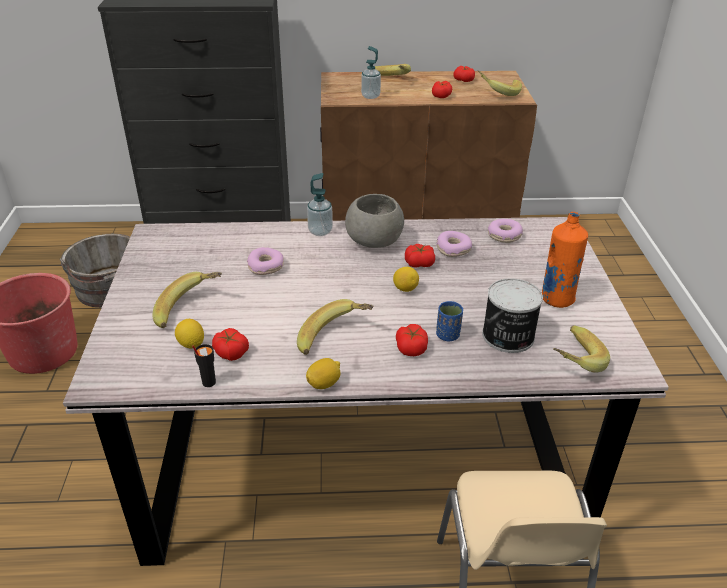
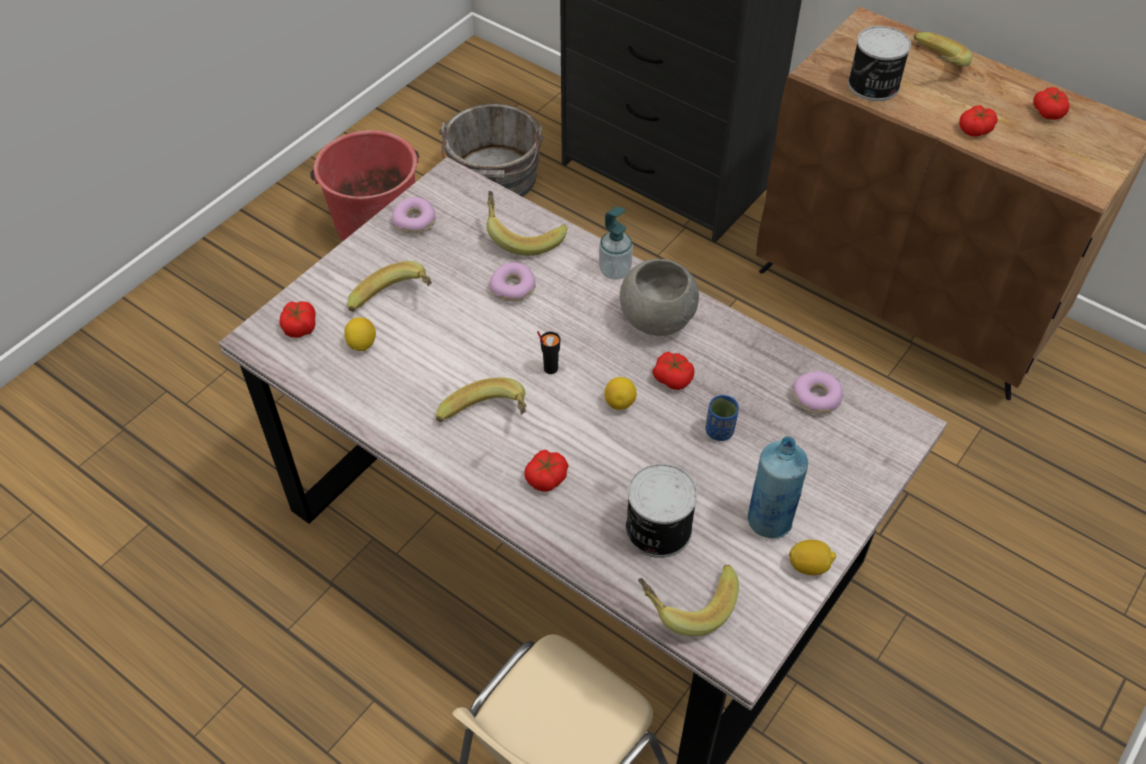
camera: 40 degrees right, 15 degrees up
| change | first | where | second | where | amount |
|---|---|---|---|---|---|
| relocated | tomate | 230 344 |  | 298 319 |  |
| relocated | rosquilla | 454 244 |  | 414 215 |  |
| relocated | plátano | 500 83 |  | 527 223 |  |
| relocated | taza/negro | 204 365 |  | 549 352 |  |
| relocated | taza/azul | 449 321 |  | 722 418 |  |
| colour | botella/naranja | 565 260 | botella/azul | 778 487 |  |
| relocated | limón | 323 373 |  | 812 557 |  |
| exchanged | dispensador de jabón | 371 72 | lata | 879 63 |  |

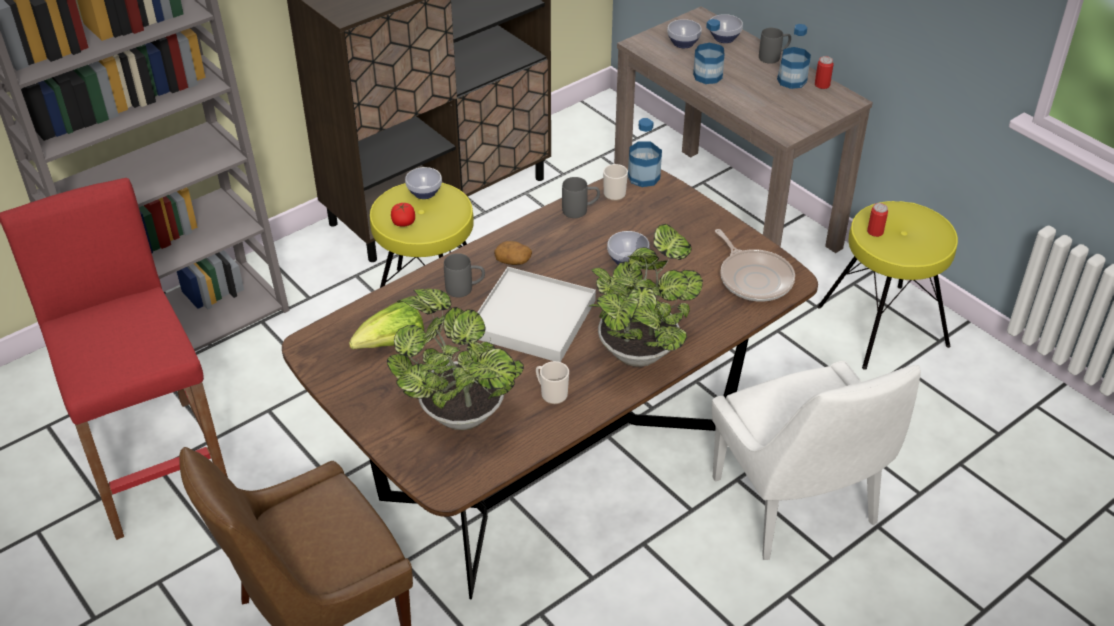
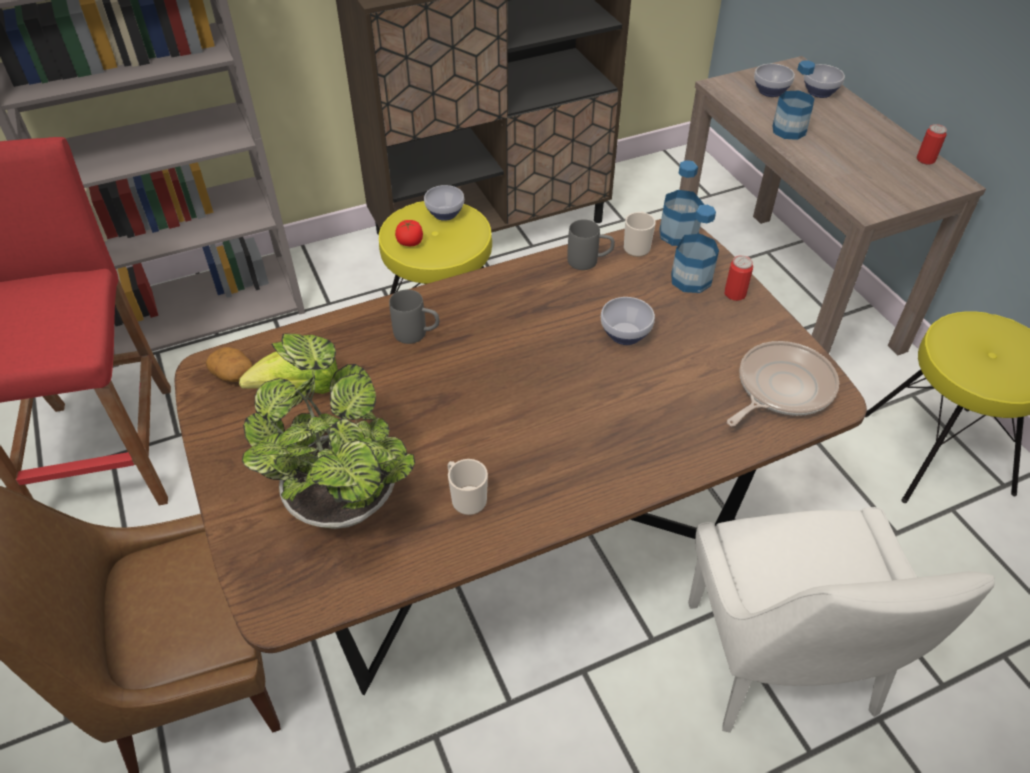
camera: 15 degrees right, 5 degrees up
| change | first | where | second | where | amount |
|---|---|---|---|---|---|
| relocated | patata | 513 253 |  | 229 364 |  |
| relocated | botella | 794 56 |  | 695 249 |  |
| relocated | lata | 877 220 |  | 738 278 |  |
| spun | sartén | 755 265 |  | 783 383 | 120 degrees counterclockwise |
| missing | bandeja/blanco | 536 314 |  |  |  |
| missing | planta en maceta | 646 295 |  |  |  |
| missing | taza grande/gris | 775 46 |  |  |  |

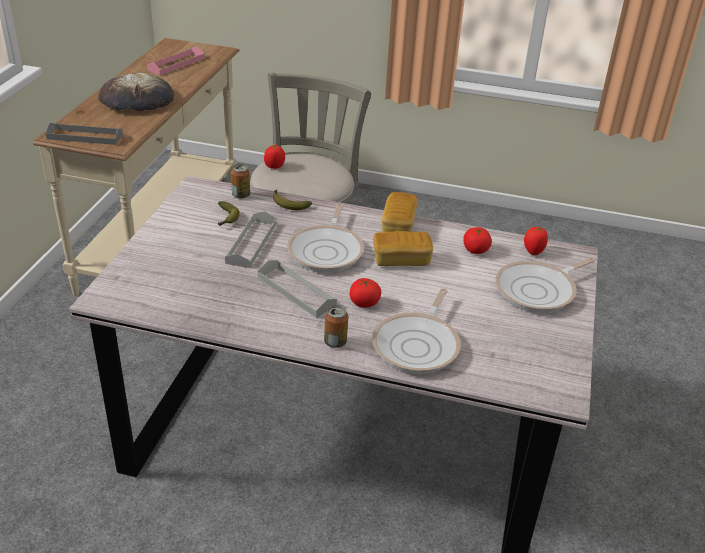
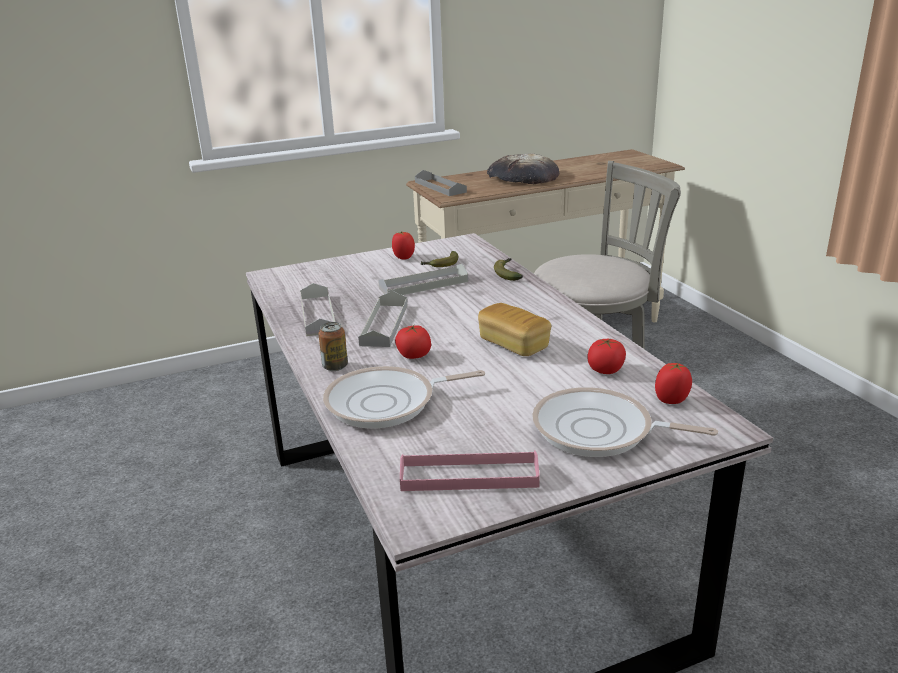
camera: 55 degrees right, 10 degrees down
| change | first | where | second | where | amount |
|---|---|---|---|---|---|
| appeared |  |  | bandeja/gris | 317 309 |  |
| relocated | tomate | 274 157 |  | 403 245 |  |
| relocated | bandeja/rosa | 176 60 |  | 470 471 |  |
| missing | lata | 240 181 |  |  |  |
| missing | sartén | 325 238 |  |  |  |
| missing | pan | 400 212 |  |  |  |

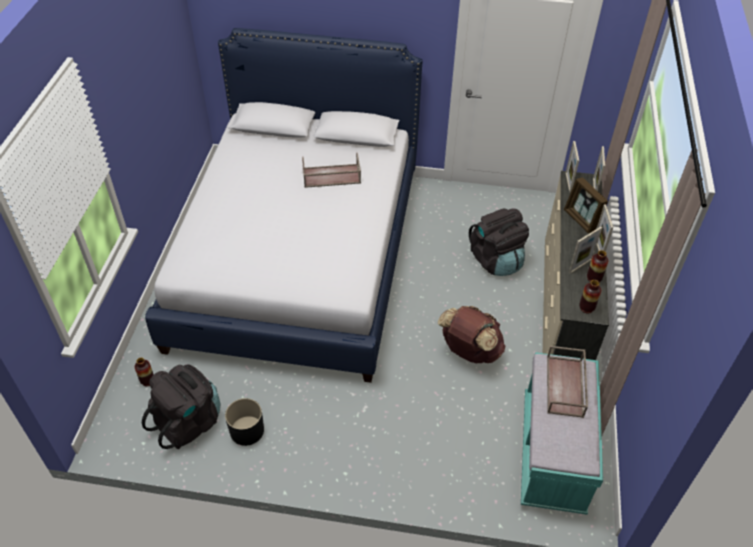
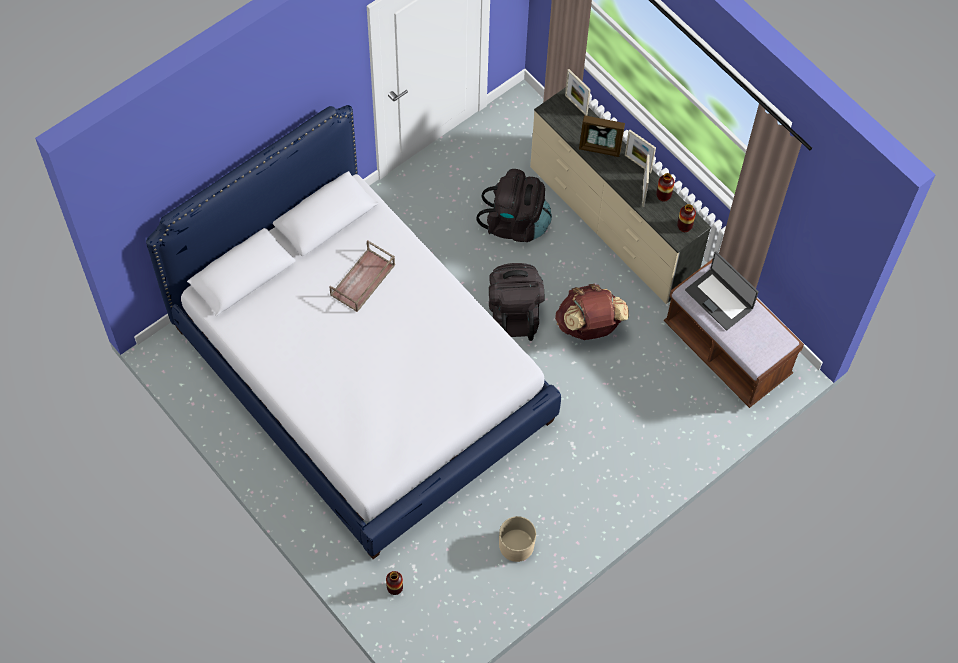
camera: 50 degrees left, 15 degrees up
| change | first | where | second | where | amount |
|---|---|---|---|---|---|
| relocated | mochila/negro | 181 407 |  | 516 302 |  |
| colour | maceta/negro | 244 422 | maceta/beis | 517 539 |  |
| colour | banco/turquesa | 562 433 | banco/marrón | 734 333 |  |
| exchanged | bandeja/marrón | 567 382 | portátil | 721 291 |  |
| missing | portarretratos | 572 166 |  |  |  |

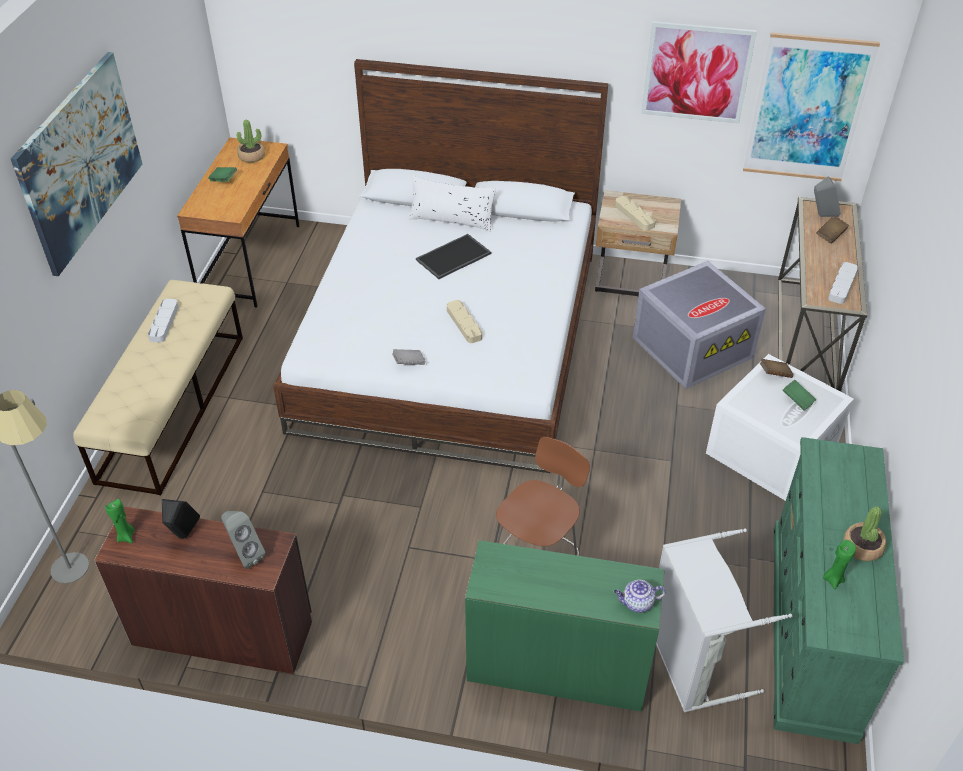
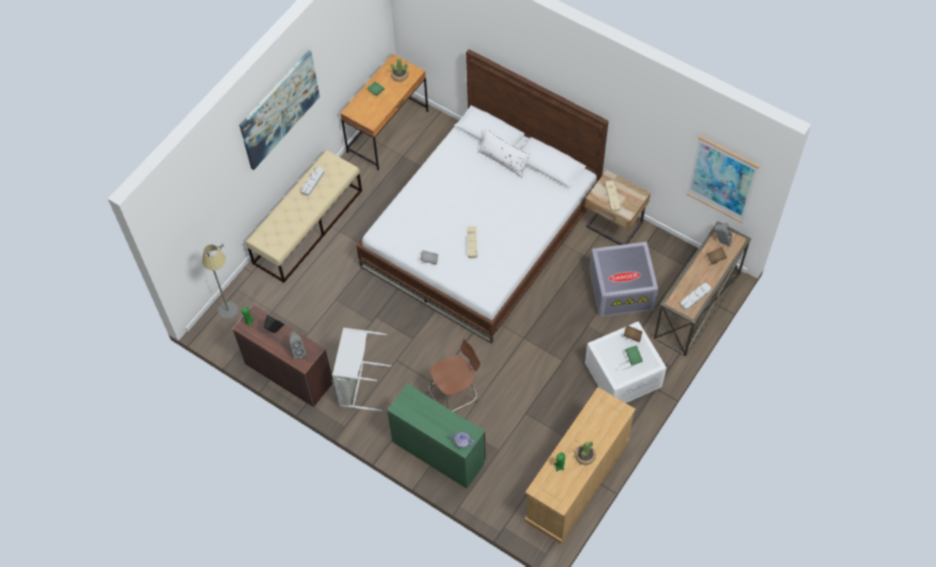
camera: 25 degrees right, 15 degrees up
| change | first | where | second | where | amount |
|---|---|---|---|---|---|
| relocated | cesto de la ropa/gris | 724 620 |  | 361 369 |  |
| colour | cómoda/verde | 838 590 | cómoda/beis | 580 465 |  |
| missing | bandeja | 453 256 |  |  |  |
| missing | cuadro | 699 72 |  |  |  |

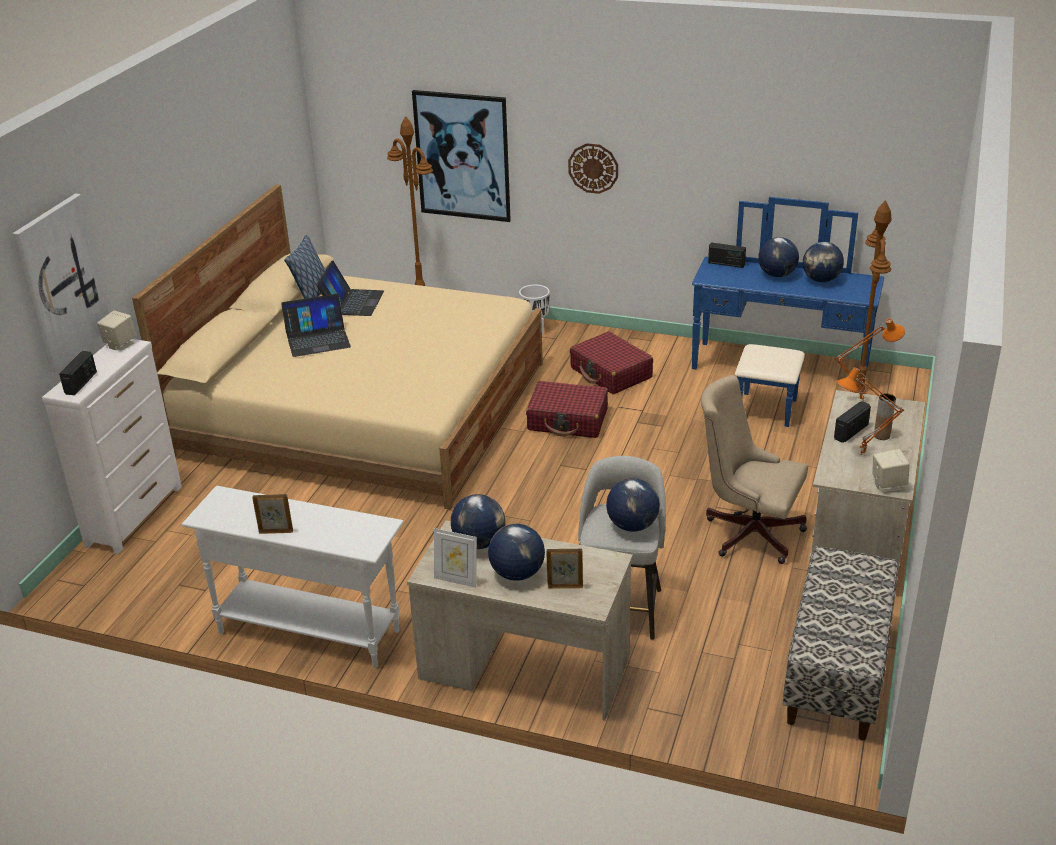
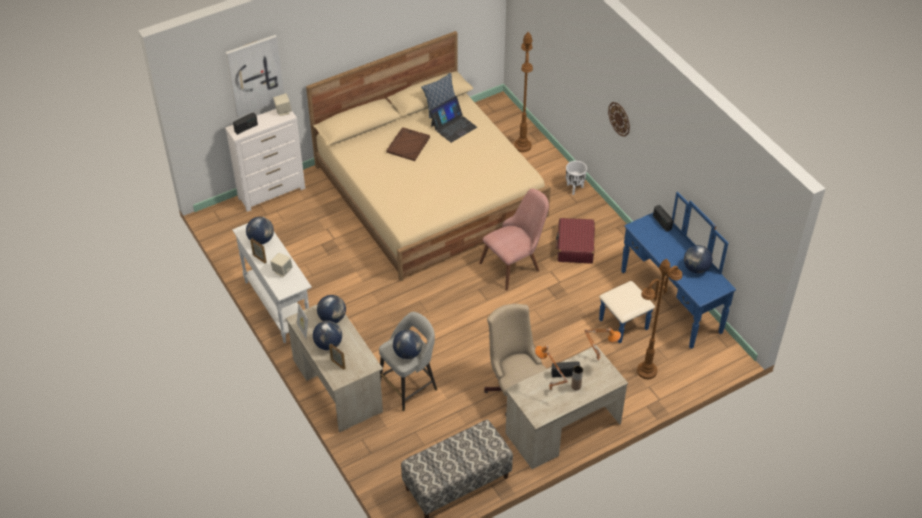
camera: 40 degrees right, 15 degrees up
| change | first | where | second | where | amount |
|---|---|---|---|---|---|
| relocated | globo terráqueo | 778 257 |  | 260 230 |  |
| relocated | altavoz/beis | 891 471 |  | 281 265 |  |
| exchanged | portátil | 316 325 | bandeja/marrón | 408 144 |  |
| exchanged | maleta/rojo | 567 409 | silla/rosa | 514 239 |  |
| missing | cuadro | 461 156 |  |  |  |

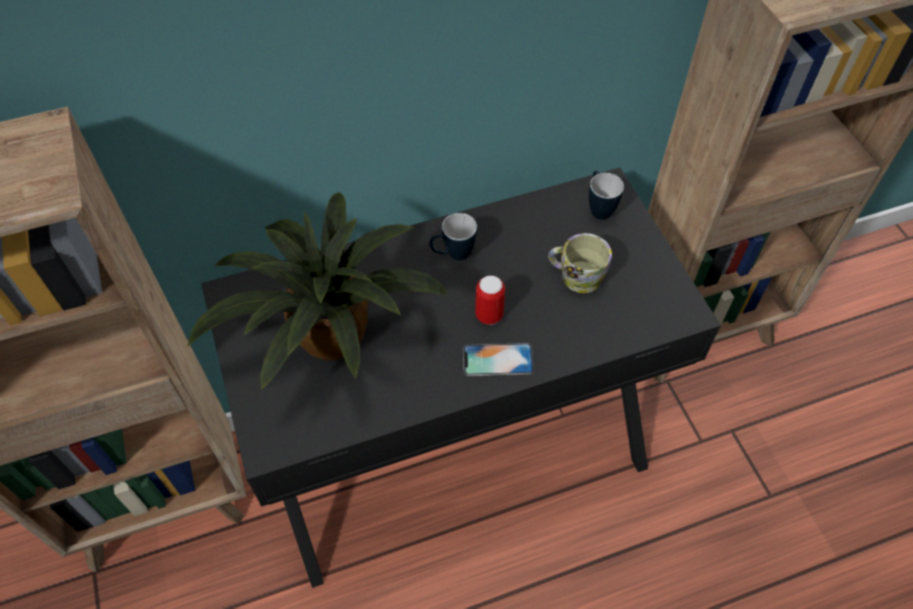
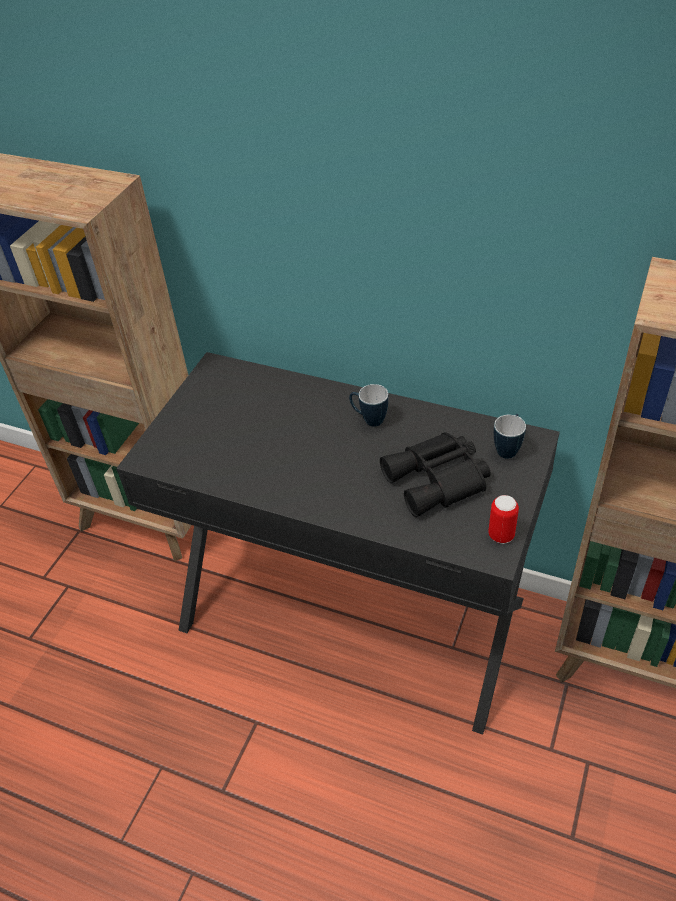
camera: 45 degrees right, 10 degrees down
| change | first | where | second | where | amount |
|---|---|---|---|---|---|
| exchanged | taza grande | 580 263 | prismáticos/negro | 435 474 |  |
| relocated | lata | 490 300 |  | 503 519 |  |
| missing | planta en maceta | 317 291 |  |  |  |
| missing | móvil | 498 359 |  |  |  |

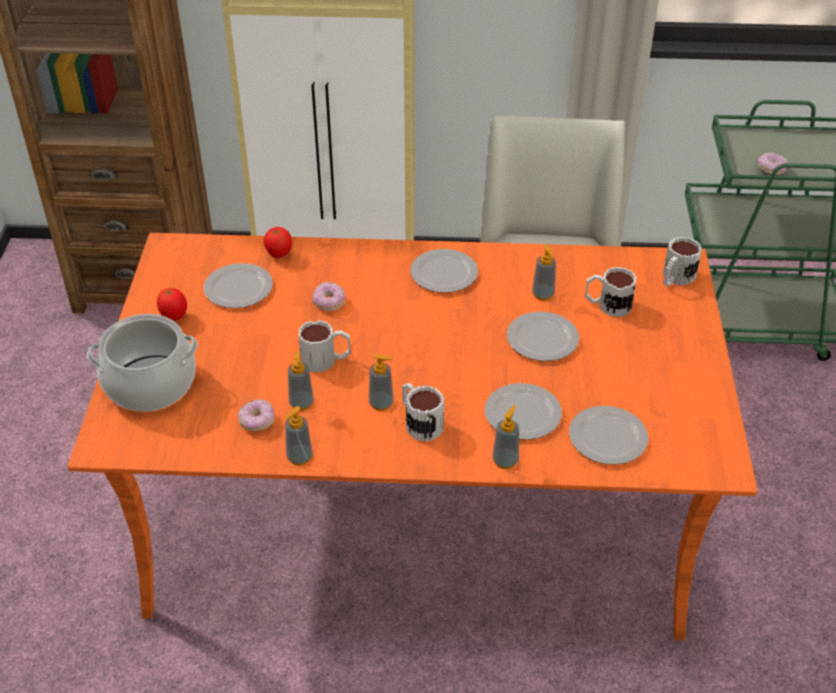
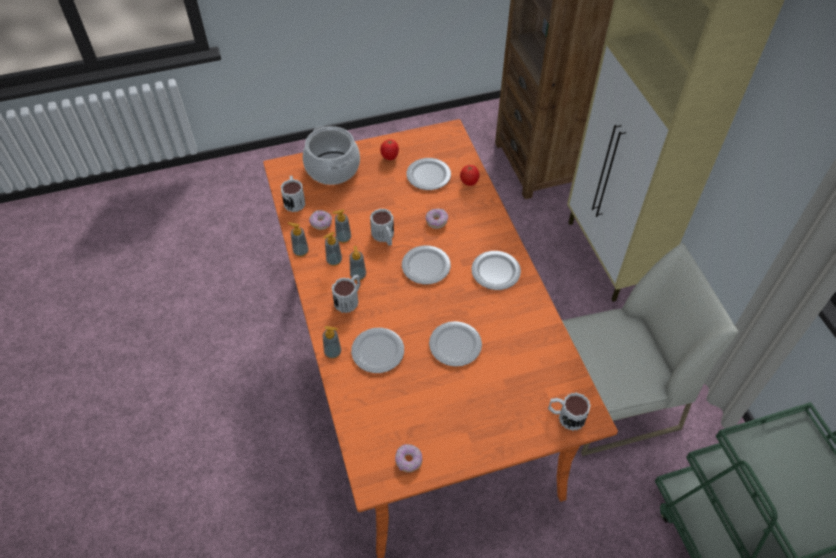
camera: 70 degrees right, 10 degrees up
| change | first | where | second | where | amount |
|---|---|---|---|---|---|
| relocated | taza grande | 610 292 |  | 293 194 |  |
| relocated | dispensador de jabón | 544 273 |  | 332 249 |  |
| relocated | rosquilla | 773 163 |  | 408 458 |  |
| relocated | plato | 608 435 |  | 426 264 |  |

